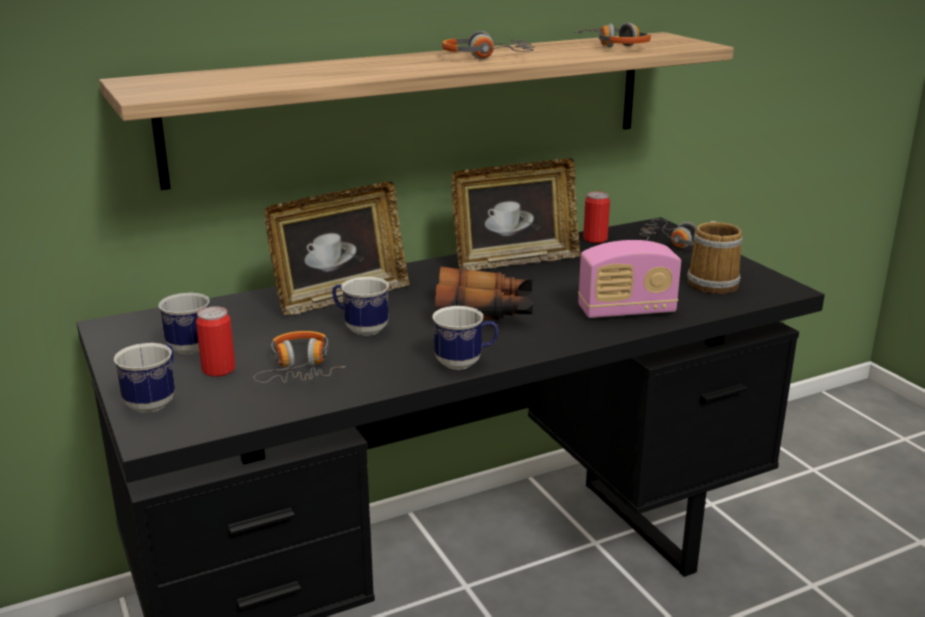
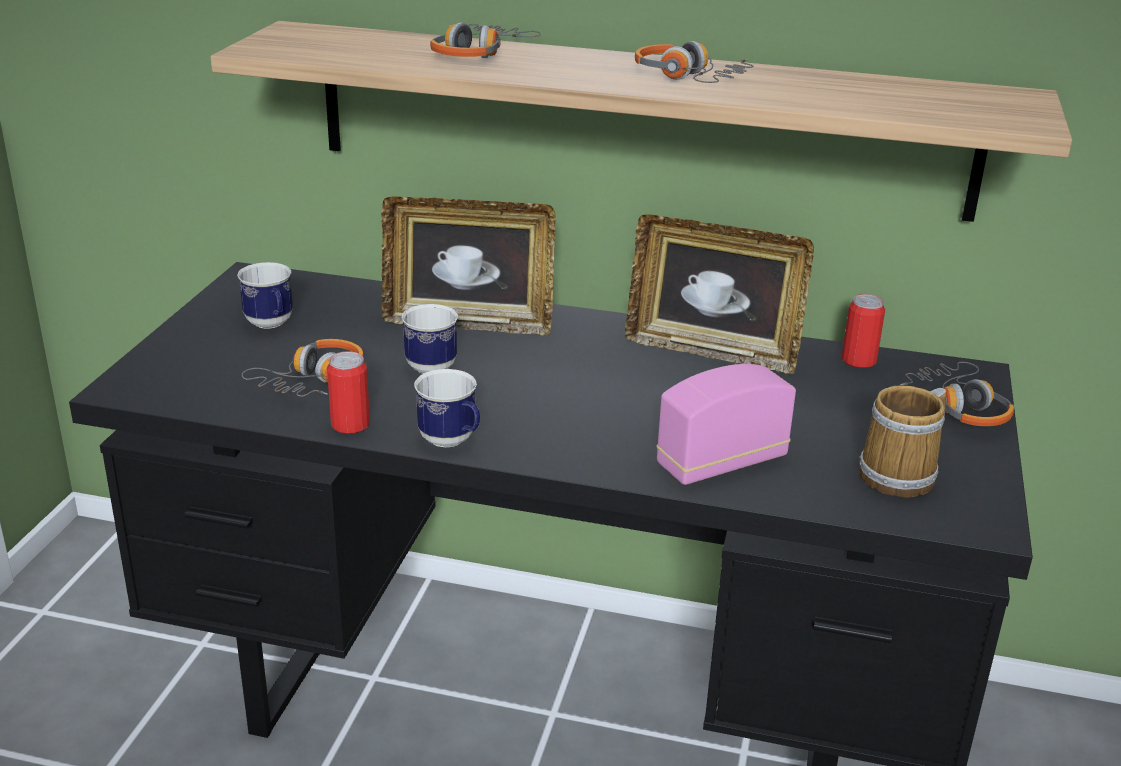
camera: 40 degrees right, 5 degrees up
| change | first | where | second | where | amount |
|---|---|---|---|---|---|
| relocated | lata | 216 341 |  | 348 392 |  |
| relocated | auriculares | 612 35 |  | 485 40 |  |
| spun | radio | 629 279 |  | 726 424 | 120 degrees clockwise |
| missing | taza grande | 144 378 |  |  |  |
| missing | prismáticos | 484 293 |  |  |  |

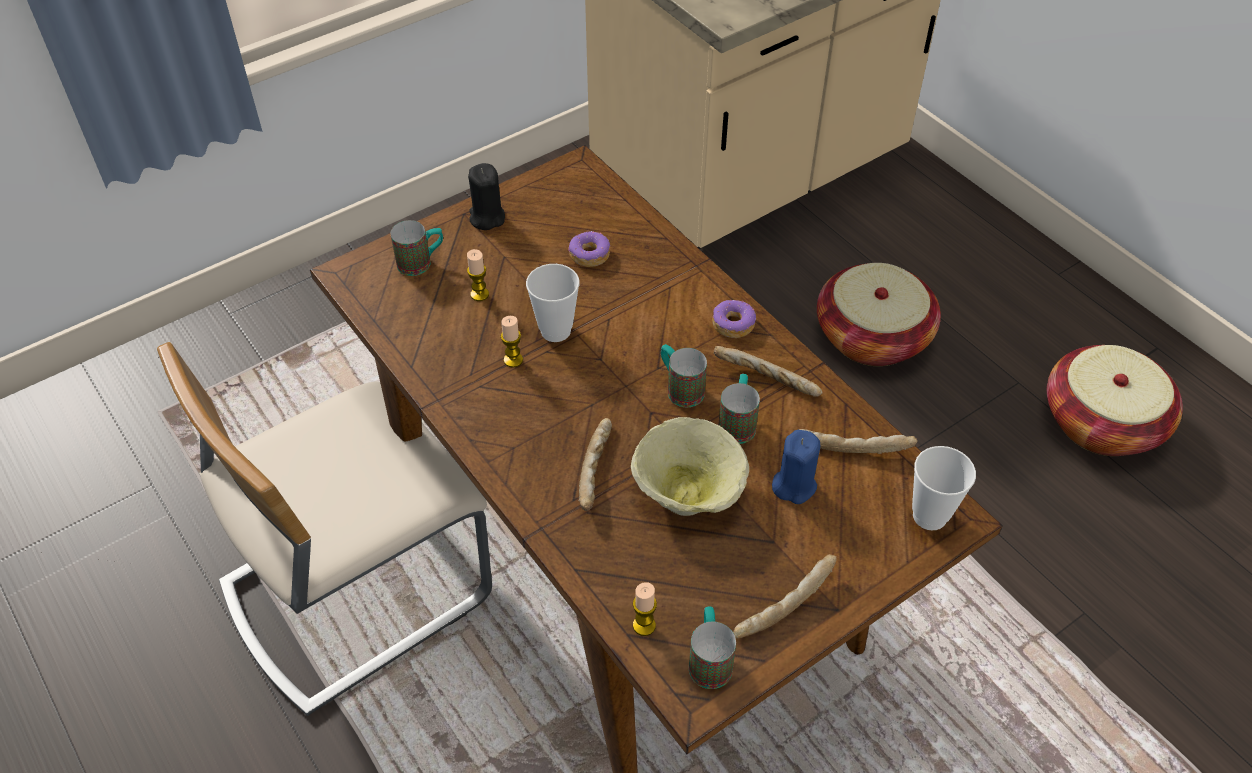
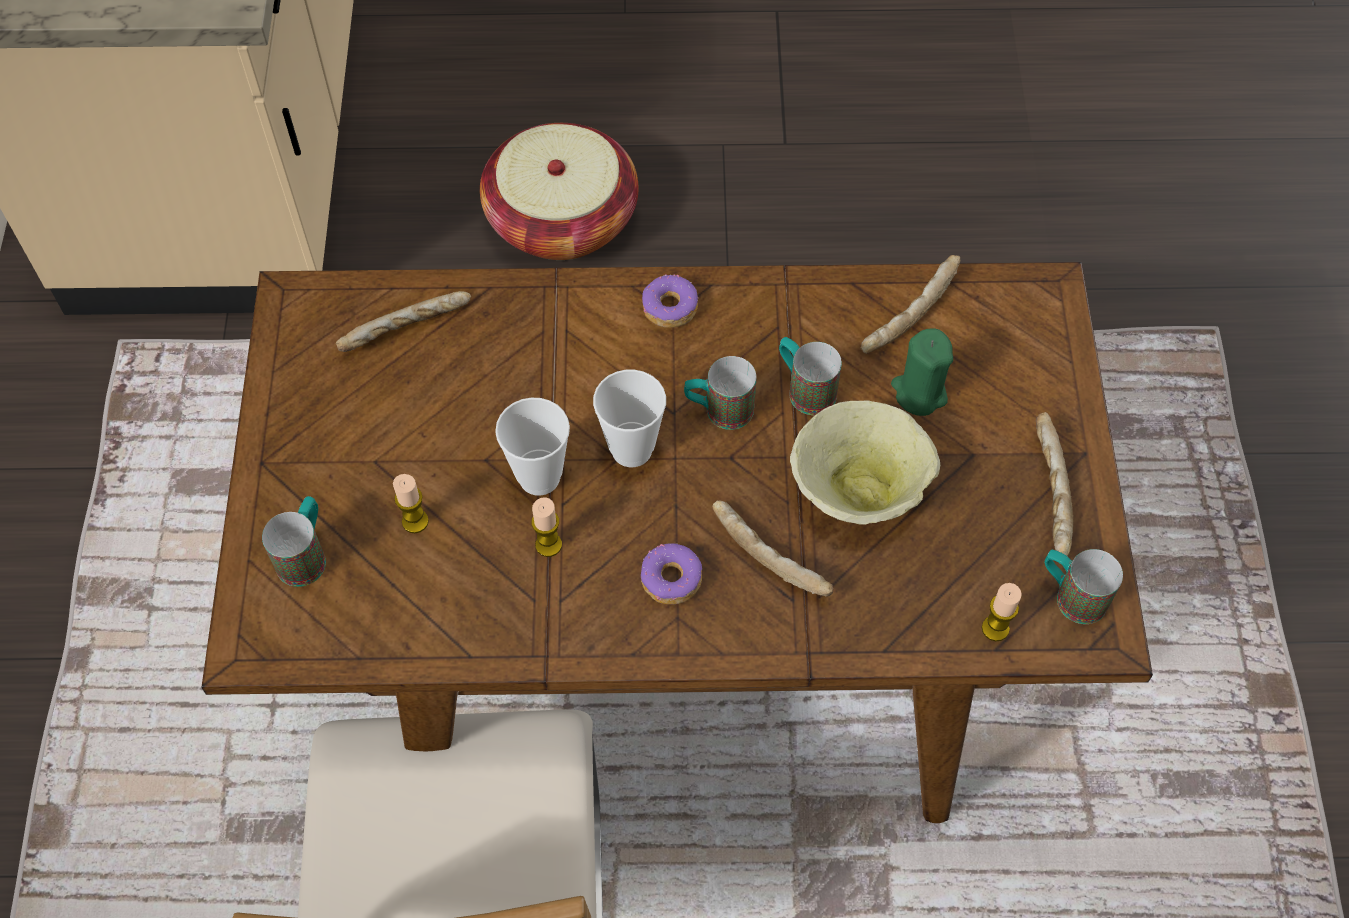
camera: 55 degrees left, 10 degrees up
| change | first | where | second | where | amount |
|---|---|---|---|---|---|
| relocated | pan | 768 371 |  | 403 321 |  |
| relocated | taza | 944 488 |  | 629 418 |  |
| relocated | rosquilla | 589 249 |  | 671 573 |  |
| colour | vela/azul | 796 467 | vela/verde | 922 372 |  |
| missing | vela/negro | 486 196 |  |  |  |
| missing | cesta | 1115 400 |  |  |  |

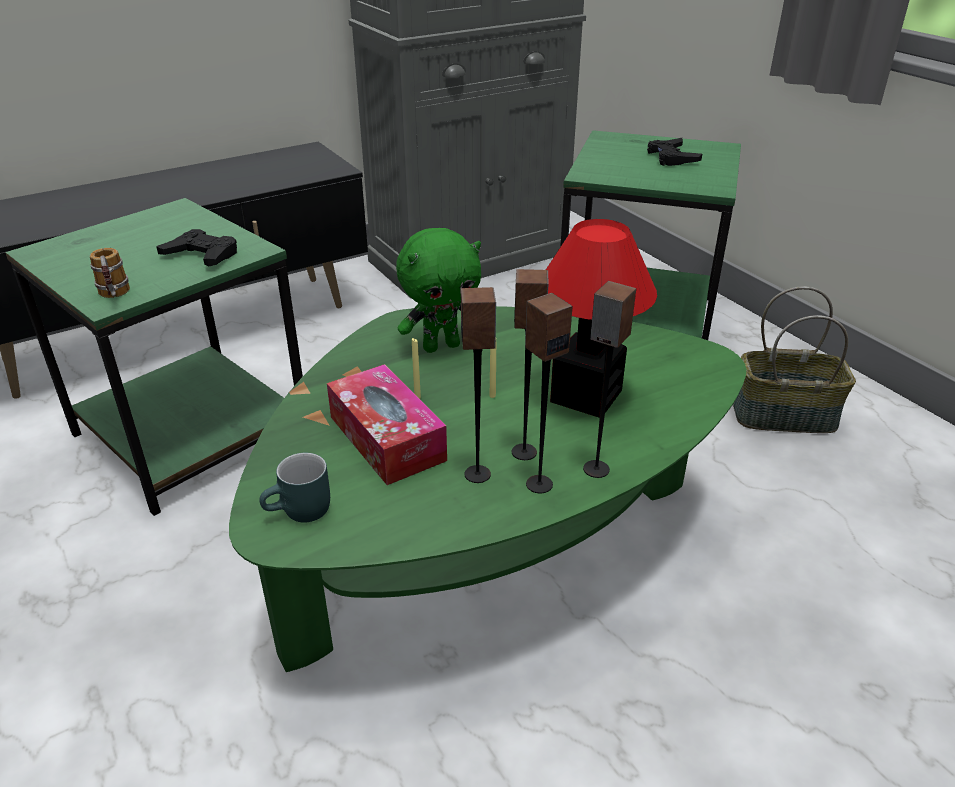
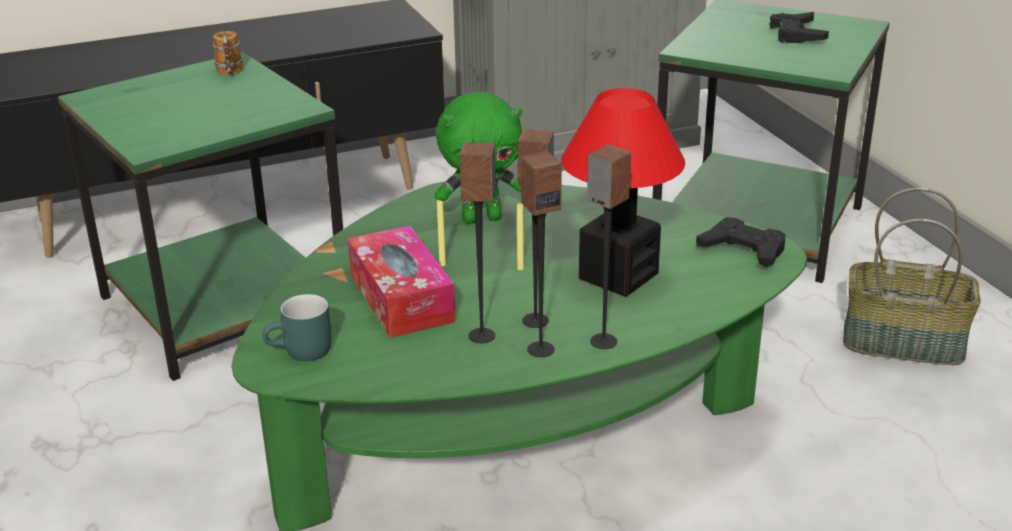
camera: 10 degrees right, 5 degrees down
| change | first | where | second | where | amount |
|---|---|---|---|---|---|
| relocated | taza grande | 110 273 |  | 228 53 |  |
| relocated | mando de consola/negro | 196 247 |  | 741 242 |  |

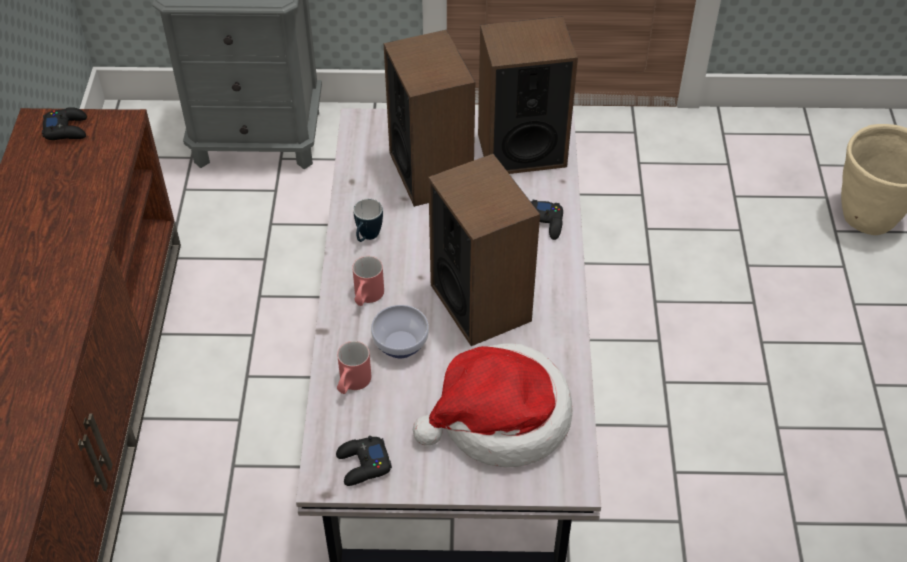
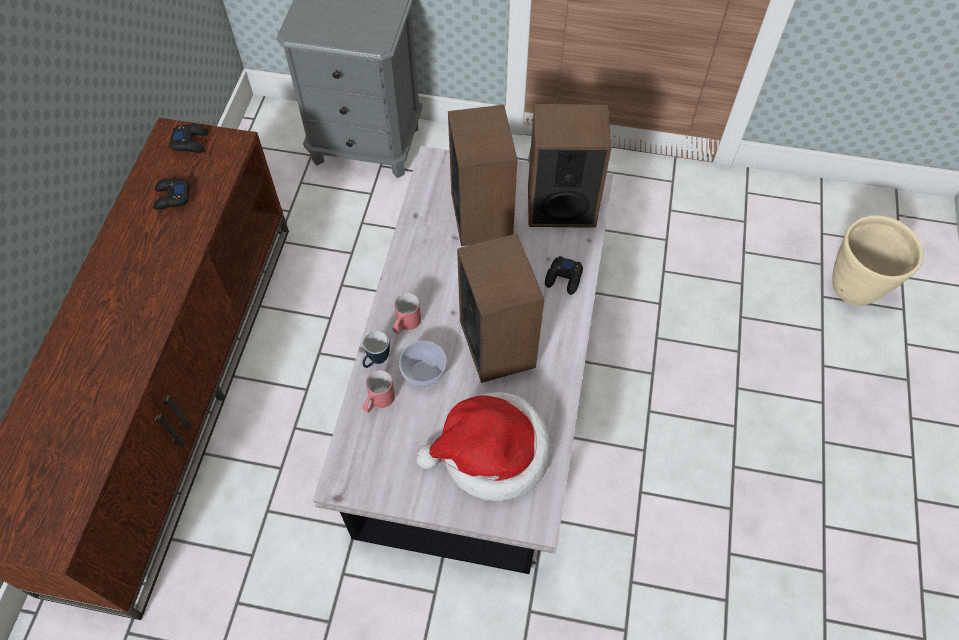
camera: 10 degrees right, 10 degrees up
| change | first | where | second | where | amount |
|---|---|---|---|---|---|
| relocated | mando de consola/negro | 364 461 |  | 171 193 |  |
| relocated | taza grande | 368 220 |  | 376 349 |  |

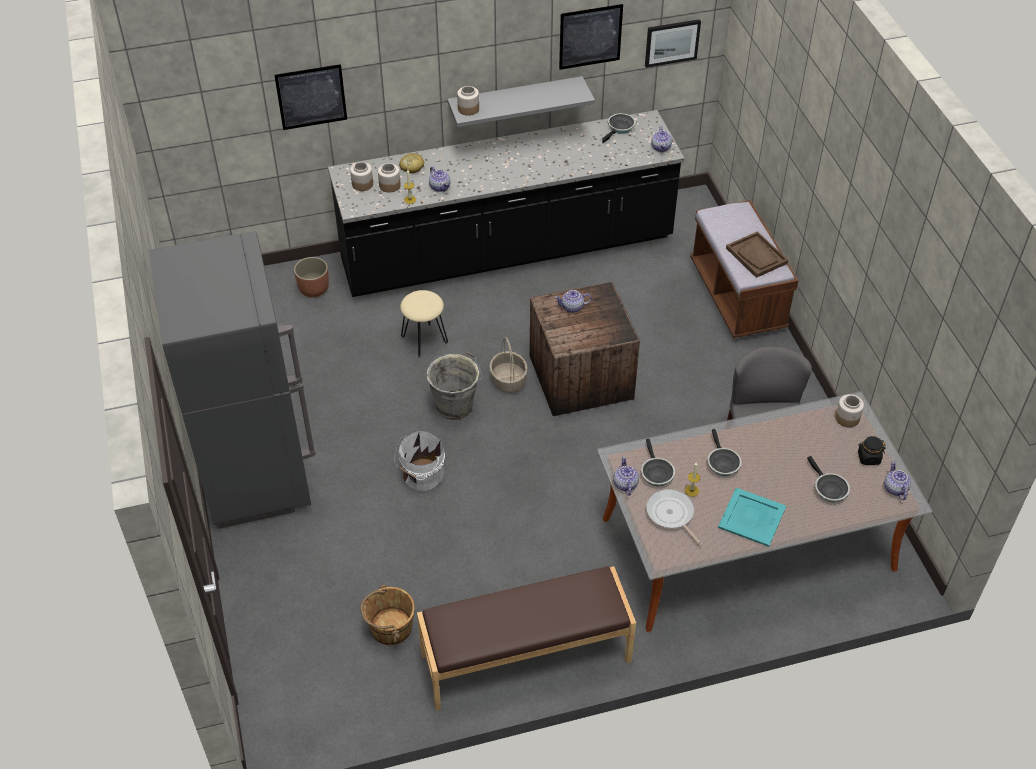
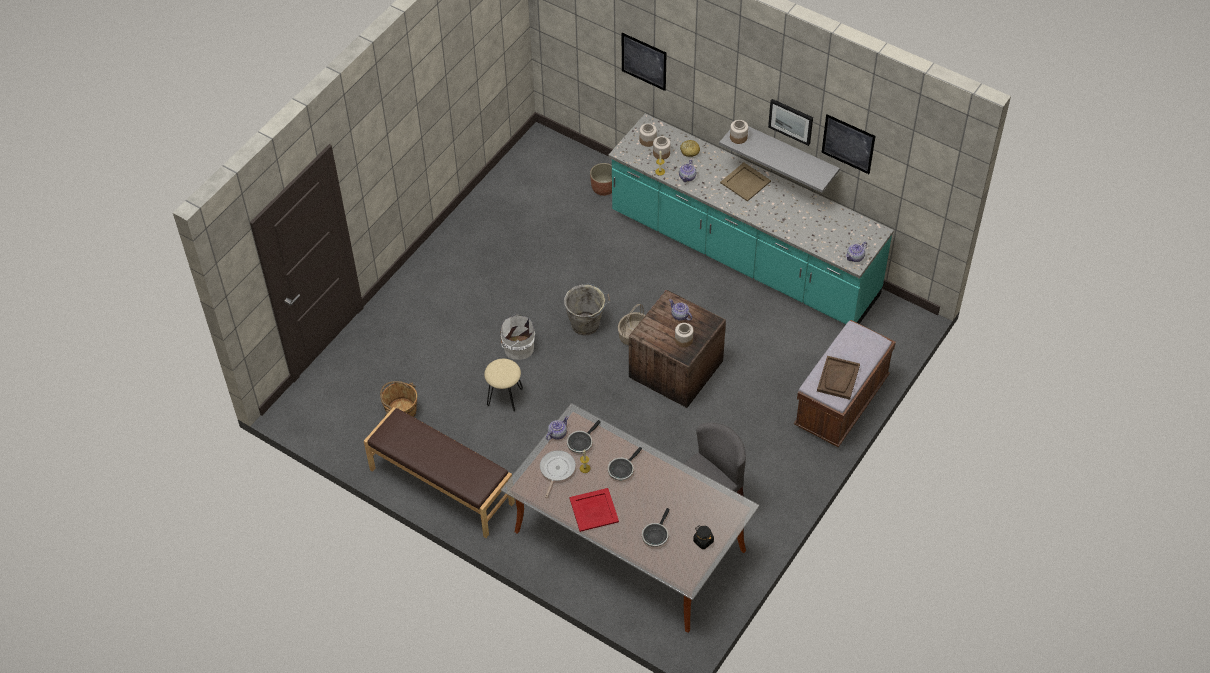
camera: 50 degrees right, 5 degrees up
| change | first | where | second | where | amount |
|---|---|---|---|---|---|
| relocated | taburete/beis | 424 324 |  | 503 385 |  |
| colour | bandeja/turquesa | 752 517 | bandeja/rojo | 594 510 |  |
| colour | mueble bajo de cocina/negro | 506 203 | mueble bajo de cocina/turquesa | 751 219 |  |
| relocated | tarro | 849 410 |  | 684 335 |  |
| appeared |  |  | bandeja/beis | 745 181 |  |
| relocated | cuadro | 673 43 |  | 790 122 |  |
| missing | nevera/gris | 232 380 |  |  |  |
| missing | sartén | 619 128 |  |  |  |
| missing | tetera | 897 480 |  |  |  |

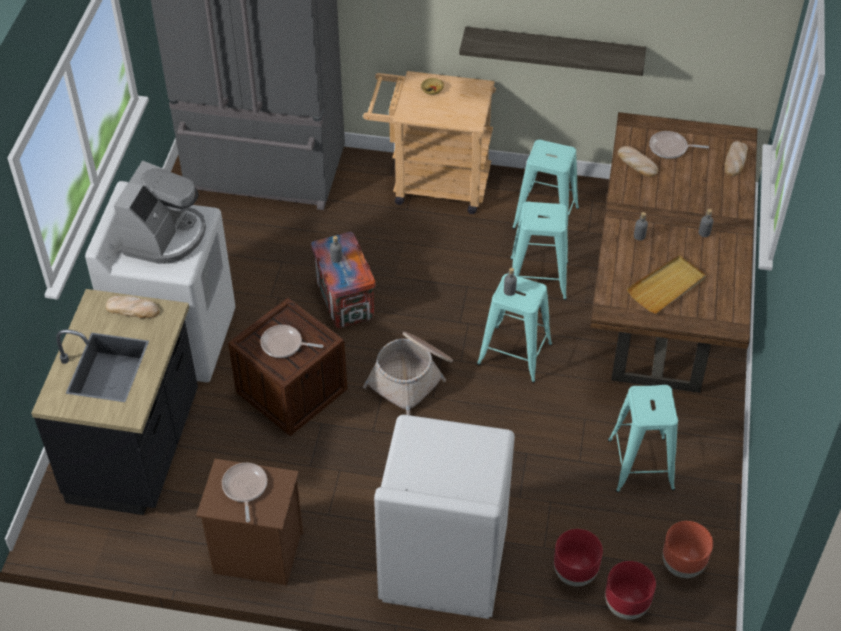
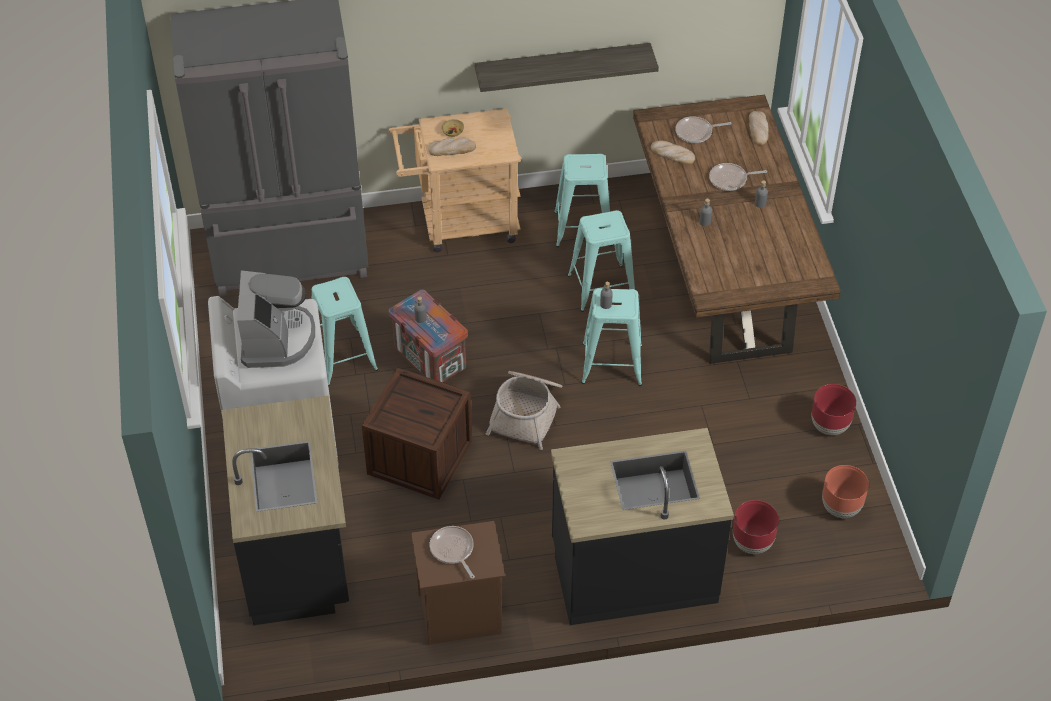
camera: 20 degrees left, 0 degrees up
| change | first | where | second | where | amount |
|---|---|---|---|---|---|
| relocated | taburete/turquesa | 643 439 |  | 345 331 |  |
| relocated | pan | 133 307 |  | 452 146 |  |
| exchanged | lavadora/blanco | 444 517 | mueble bajo de cocina/negro | 642 526 |  |
| relocated | sartén | 291 341 |  | 738 177 |  |
| relocated | maceta/rojo | 630 590 |  | 833 409 |  |
| missing | bandeja/beis | 666 284 |  |  |  |

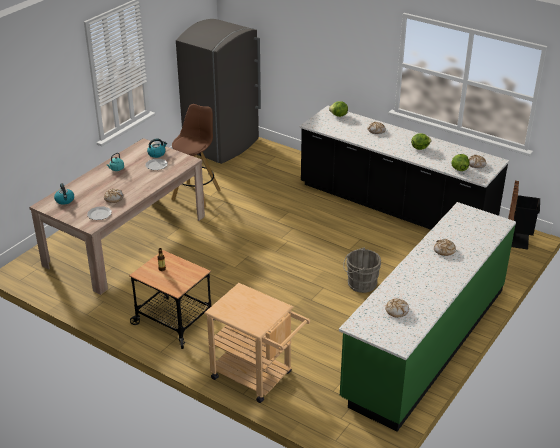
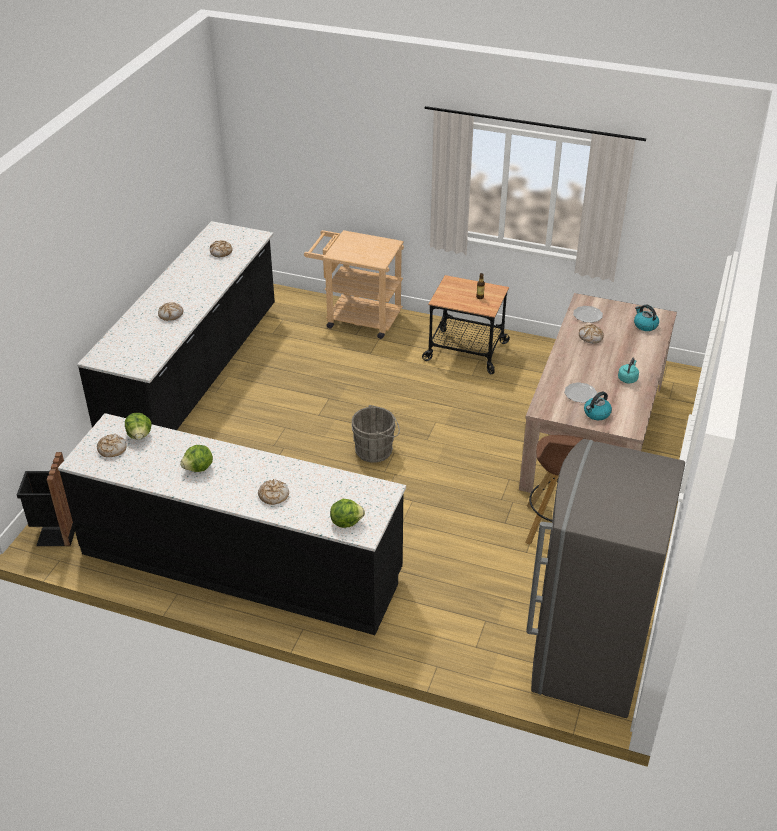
camera: 165 degrees right, 5 degrees up
| change | first | where | second | where | amount |
|---|---|---|---|---|---|
| colour | mueble bajo de cocina/verde | 427 317 | mueble bajo de cocina/negro | 176 325 |  |
| relocated | cubo/gris | 362 270 |  | 376 434 |  |

